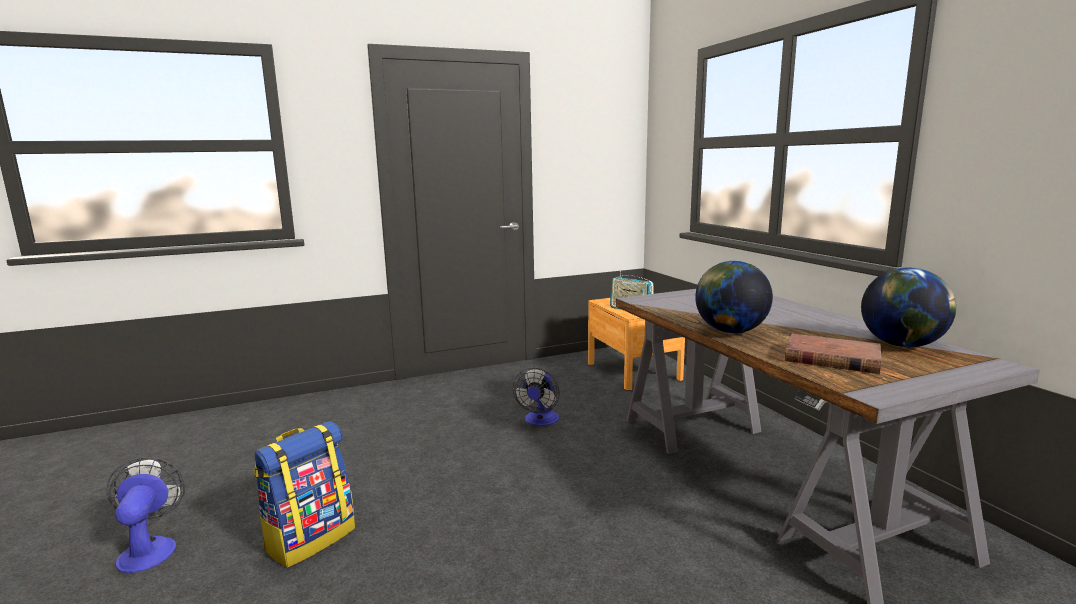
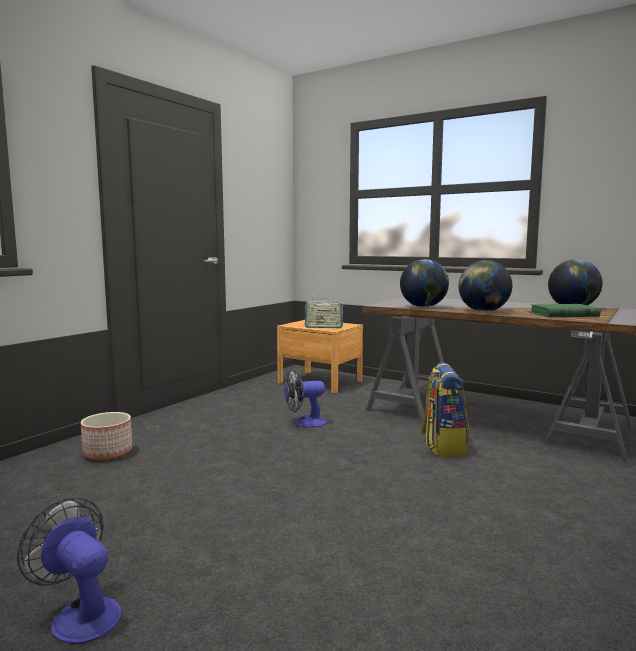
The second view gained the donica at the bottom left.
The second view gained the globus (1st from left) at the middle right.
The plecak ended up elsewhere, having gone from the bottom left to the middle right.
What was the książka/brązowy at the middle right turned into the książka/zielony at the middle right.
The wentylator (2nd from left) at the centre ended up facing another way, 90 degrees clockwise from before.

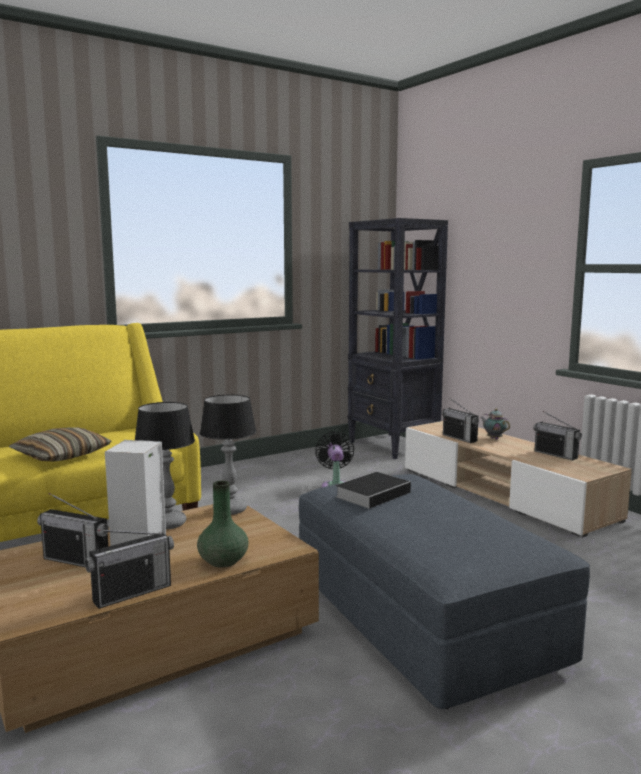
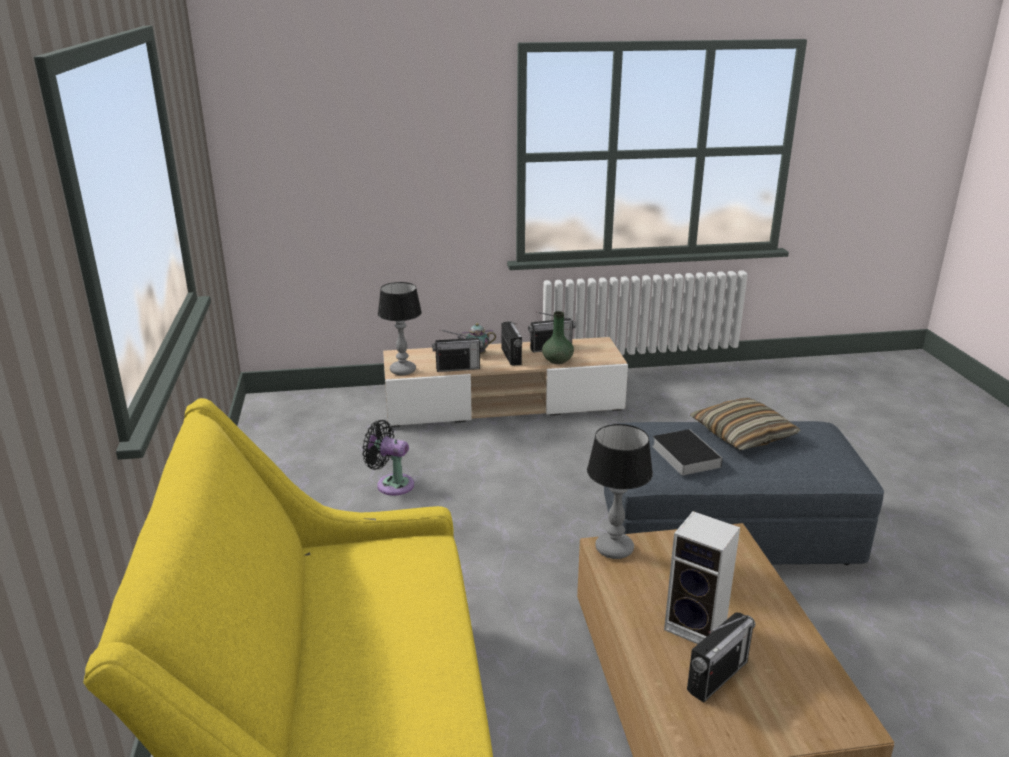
The second view lost the regał/czarny at the centre.
The poduszka ended up elsewhere, having gone from the middle left to the middle right.
The radio (2nd from left) ended up elsewhere, having gone from the bottom left to the centre.
The lampa stołowa (1st from left) ended up elsewhere, having gone from the middle left to the centre.
The wazon/zielony ended up elsewhere, having gone from the bottom centre to the centre.

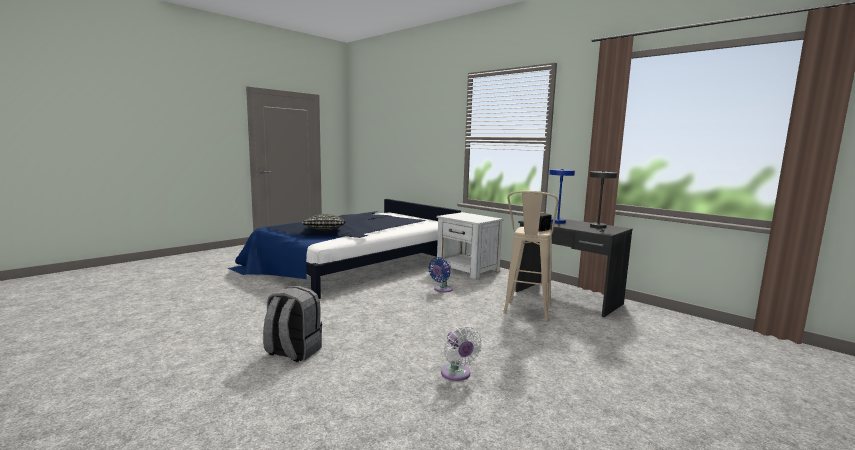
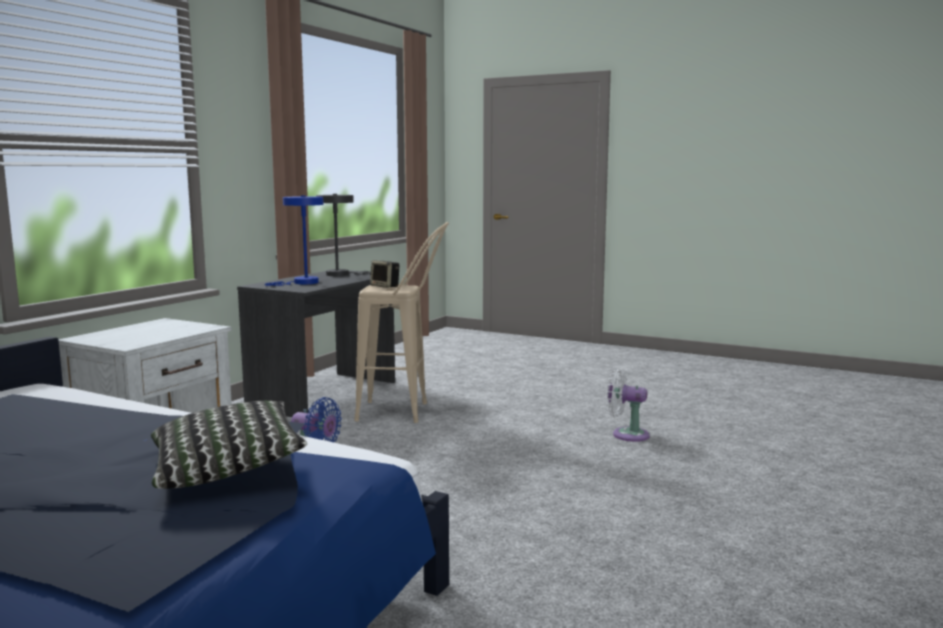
The second view lost the plecak/szary at the bottom centre.
The wentylator/biały at the bottom centre ended up facing another way, 120 degrees counterclockwise from before.

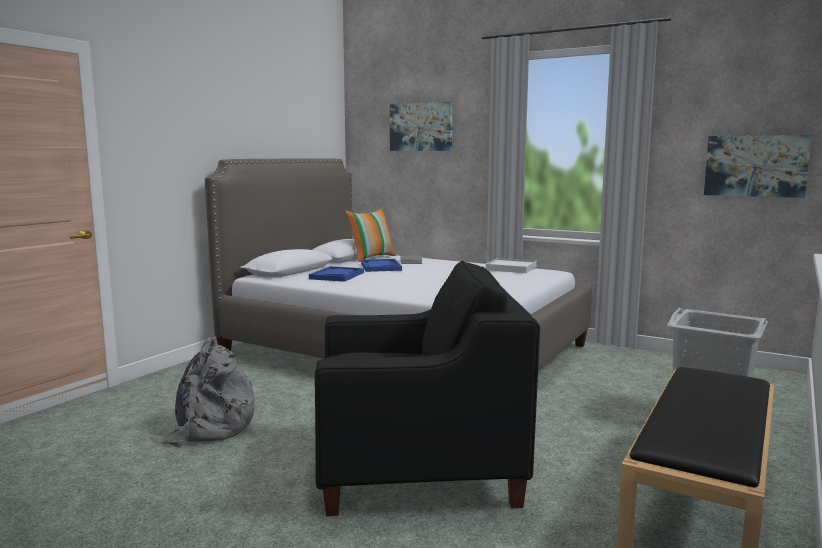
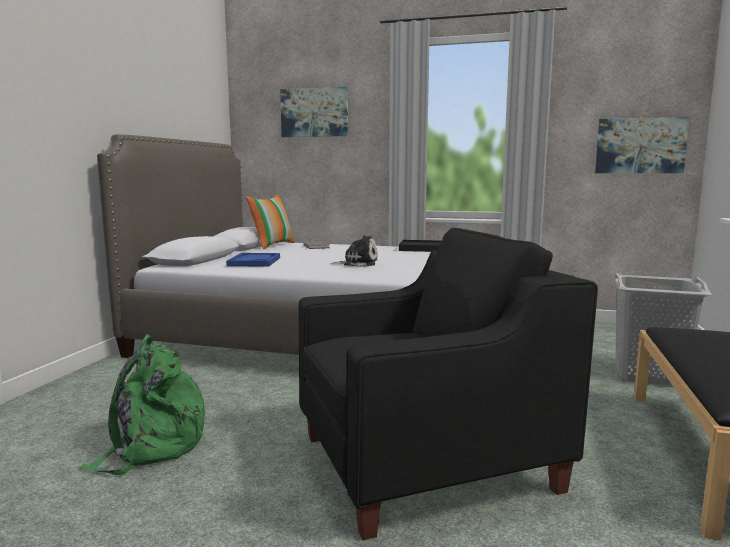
The second view lost the taca/niebieski (2nd from left) at the centre.
The second view gained the pluszak at the centre.
What was the plecak/szary at the bottom left turned into the plecak/zielony at the bottom left.
What was the taca/biały at the centre turned into the taca/czarny at the centre.

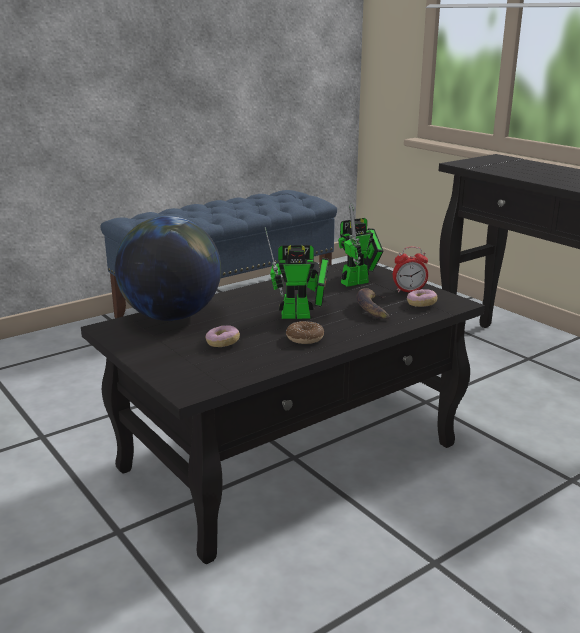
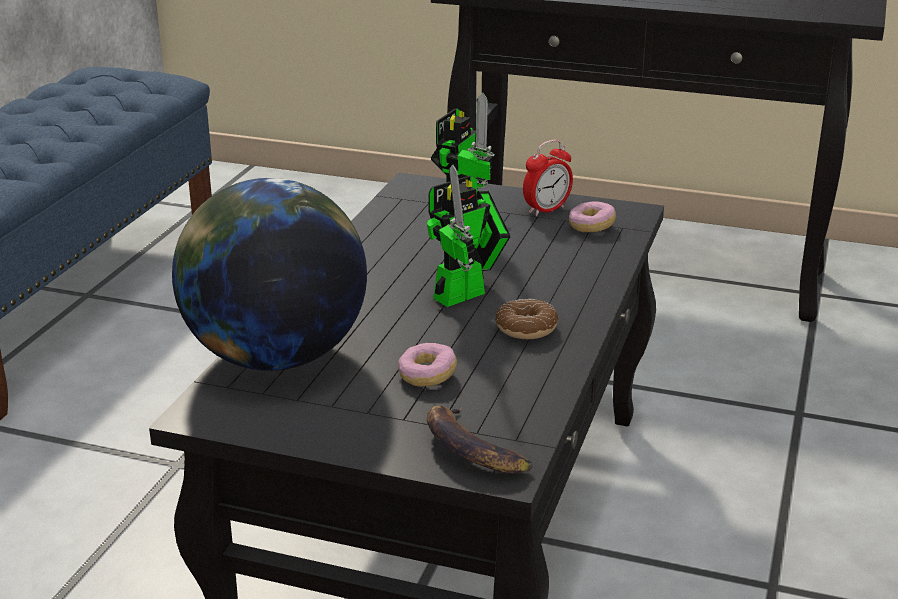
The banan ended up elsewhere, having gone from the centre to the bottom centre.

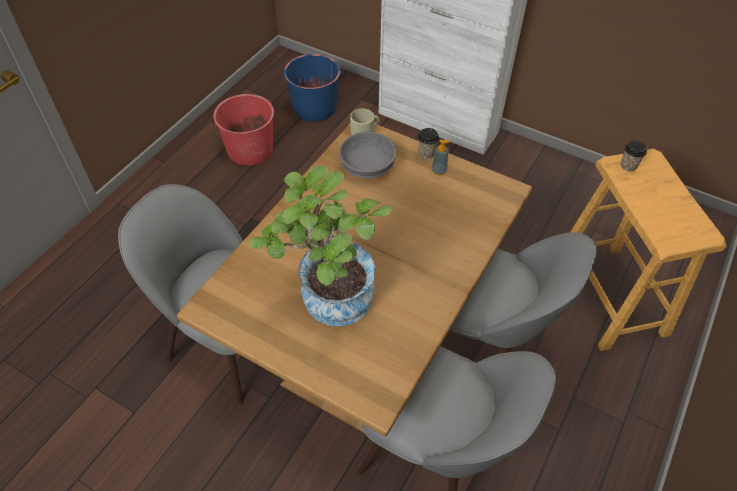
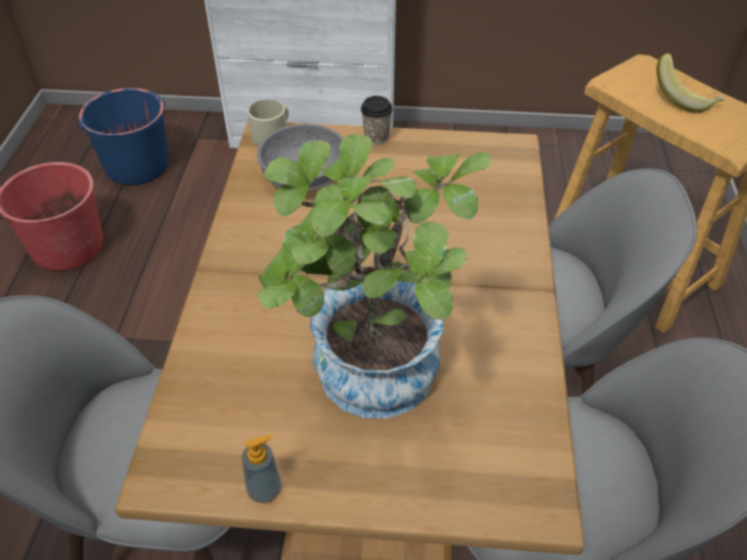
The second view lost the filiżanka (2nd from left) at the top right.
The second view gained the banan at the top right.
The dozownik mydła ended up elsewhere, having gone from the top centre to the bottom centre.

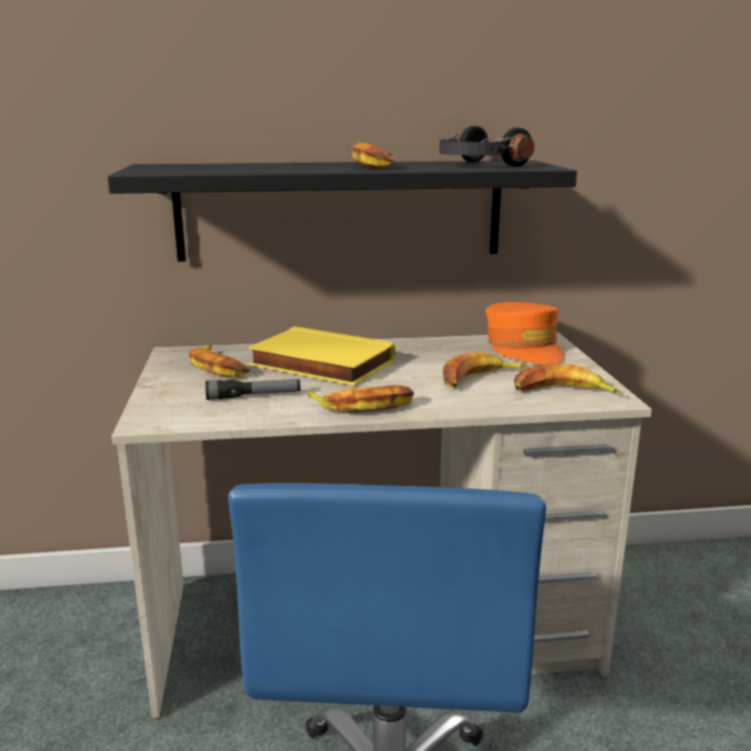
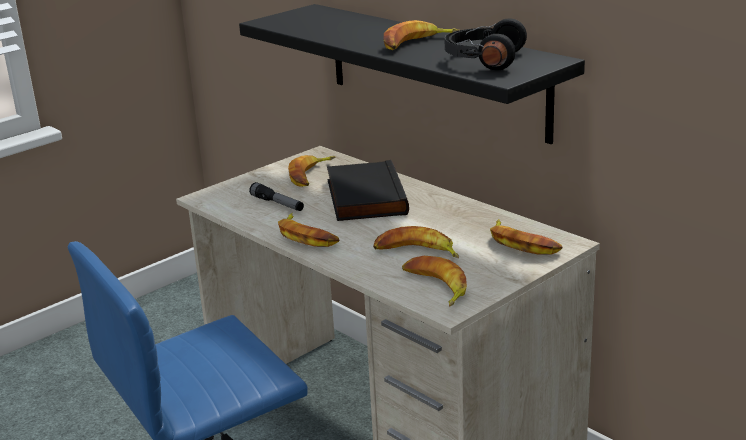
Where the czapka z daszkiem/pomarańczowy stood at the middle right, the banan (6th from left) came to stand at the middle right.
What was the książka/żółty at the centre turned into the książka/czarny at the centre.

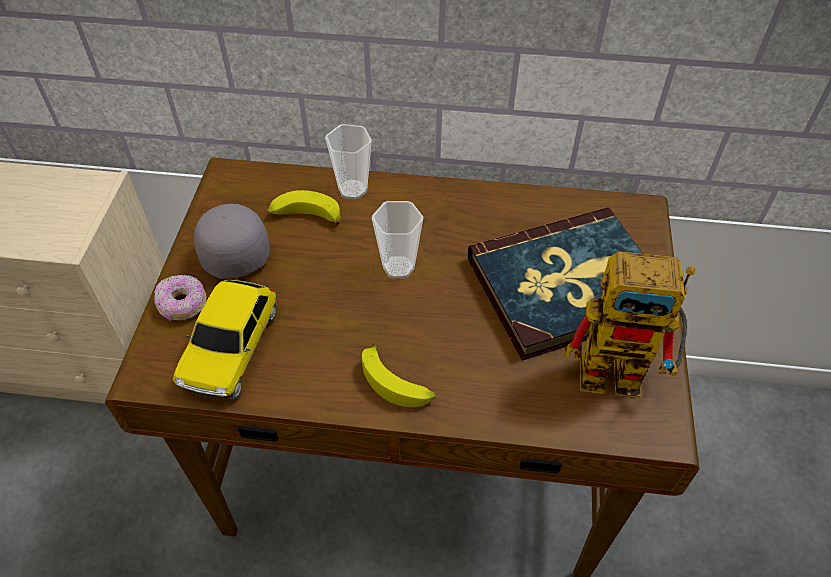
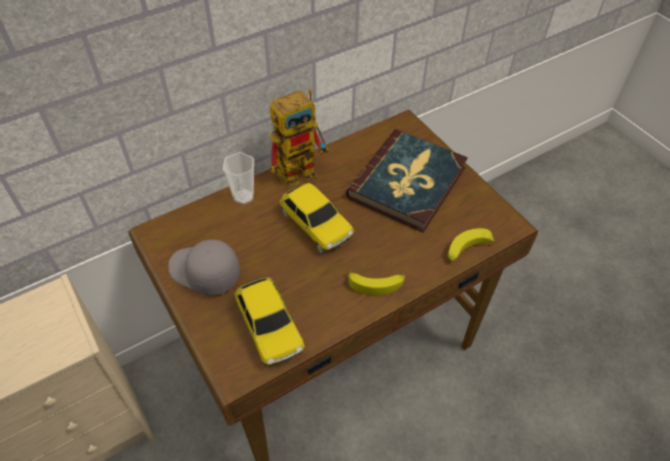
The second view lost the donut at the middle left.
The banan (1st from left in the first image) ended up elsewhere, having gone from the centre to the middle right.
The robot zabawkowy ended up elsewhere, having gone from the middle right to the top centre.
Where the filiżanka (2nd from left) stood at the centre, the samochodzik (2nd from left) came to stand at the centre.

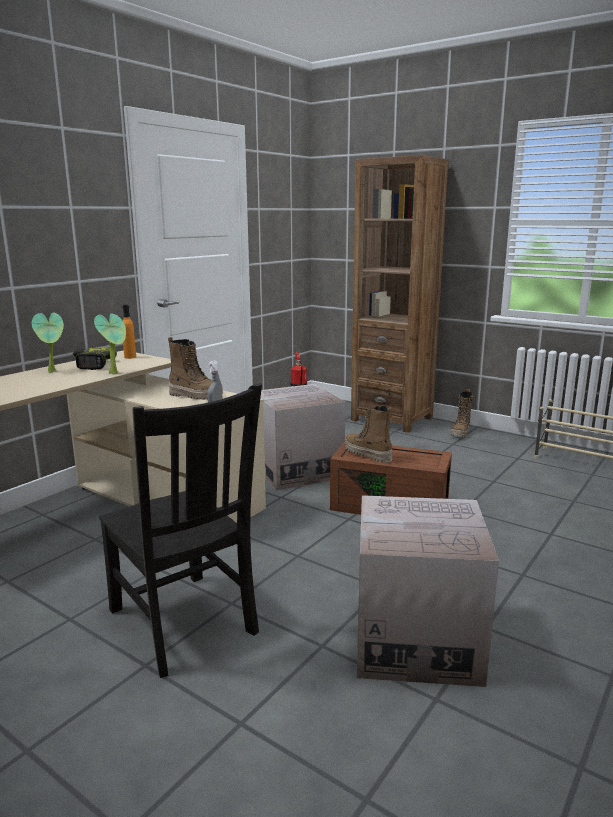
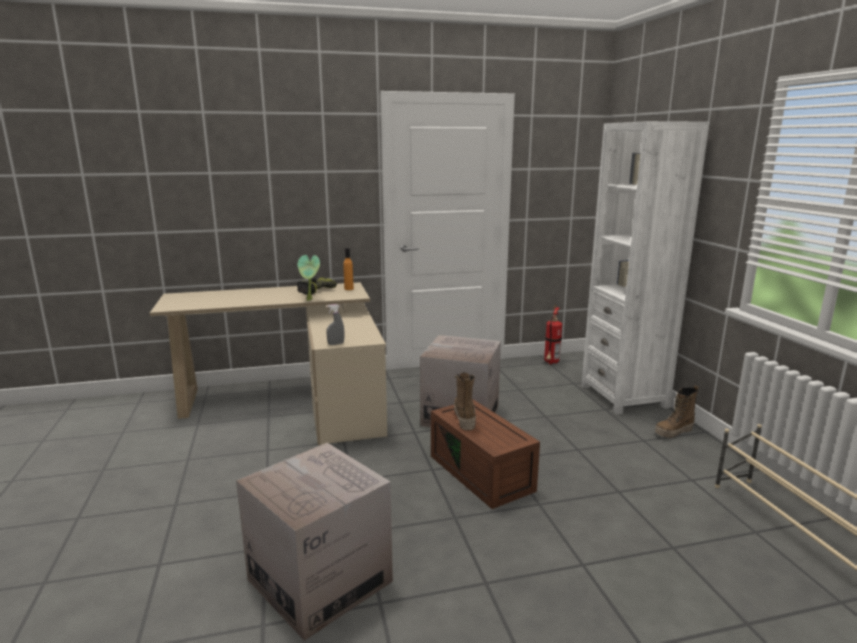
The second view lost the roślina doniczkowa (1st from left) at the middle left.
The second view lost the krzesło/czarny at the middle left.
The second view lost the but z cholewką (1st from left) at the middle left.
What was the regał/brązowy at the centre turned into the regał/biały at the middle right.

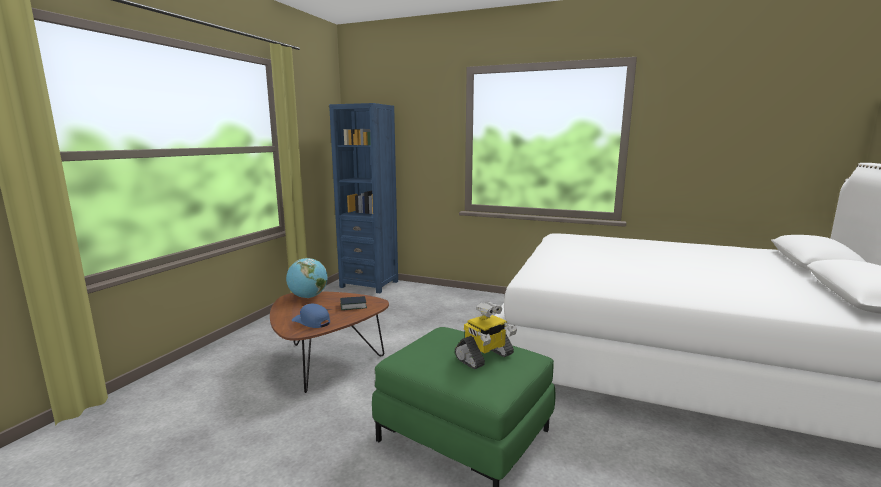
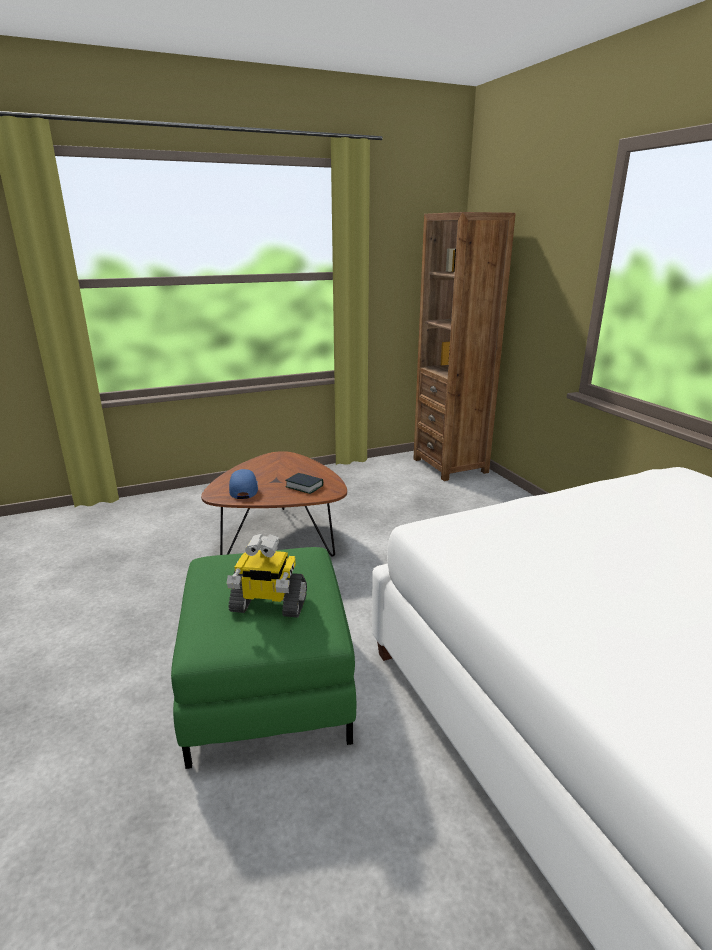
The second view lost the globus at the centre.
What was the regał/niebieski at the centre turned into the regał/brązowy at the centre.

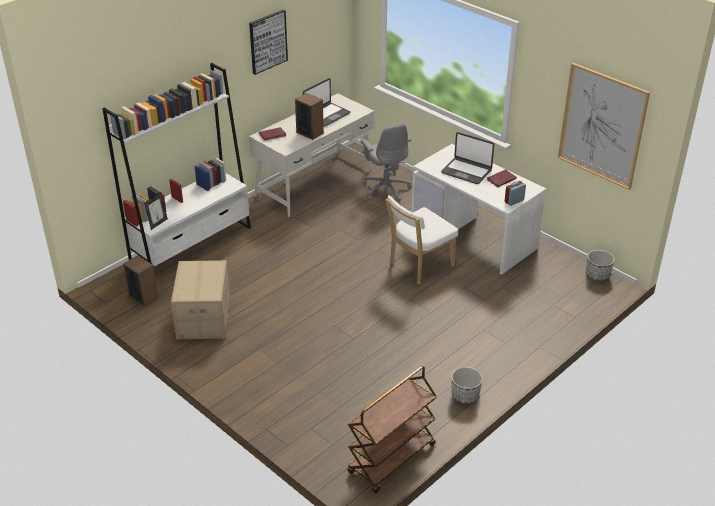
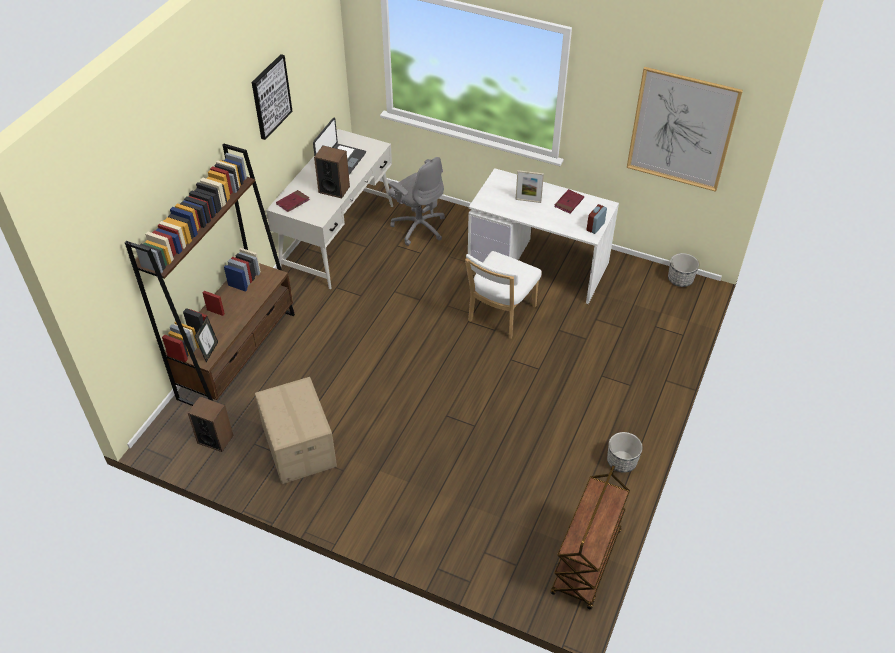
Where the laptop (2nd from left) stood at the top centre, the ramka na zdjęcie (2nd from left) came to stand at the top centre.
What was the regał/biały at the top left turned into the regał/brązowy at the middle left.

